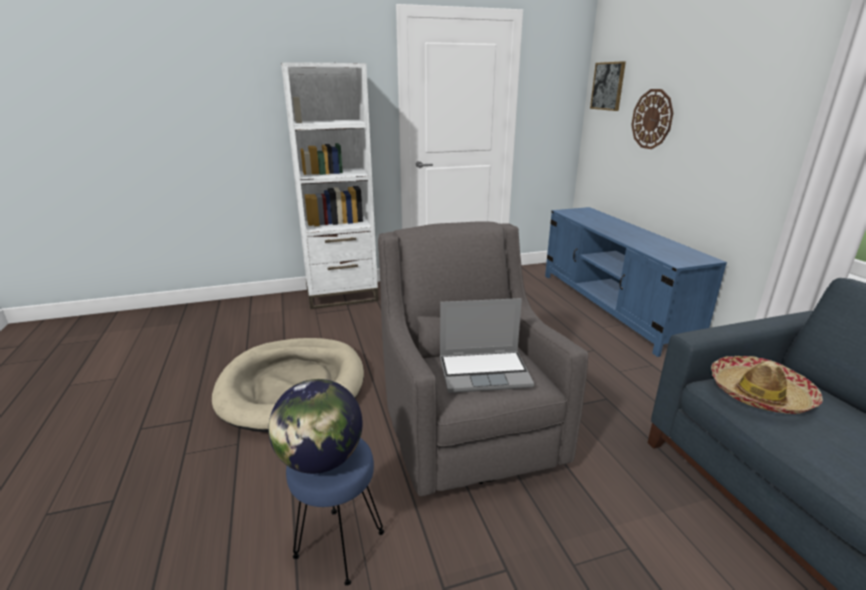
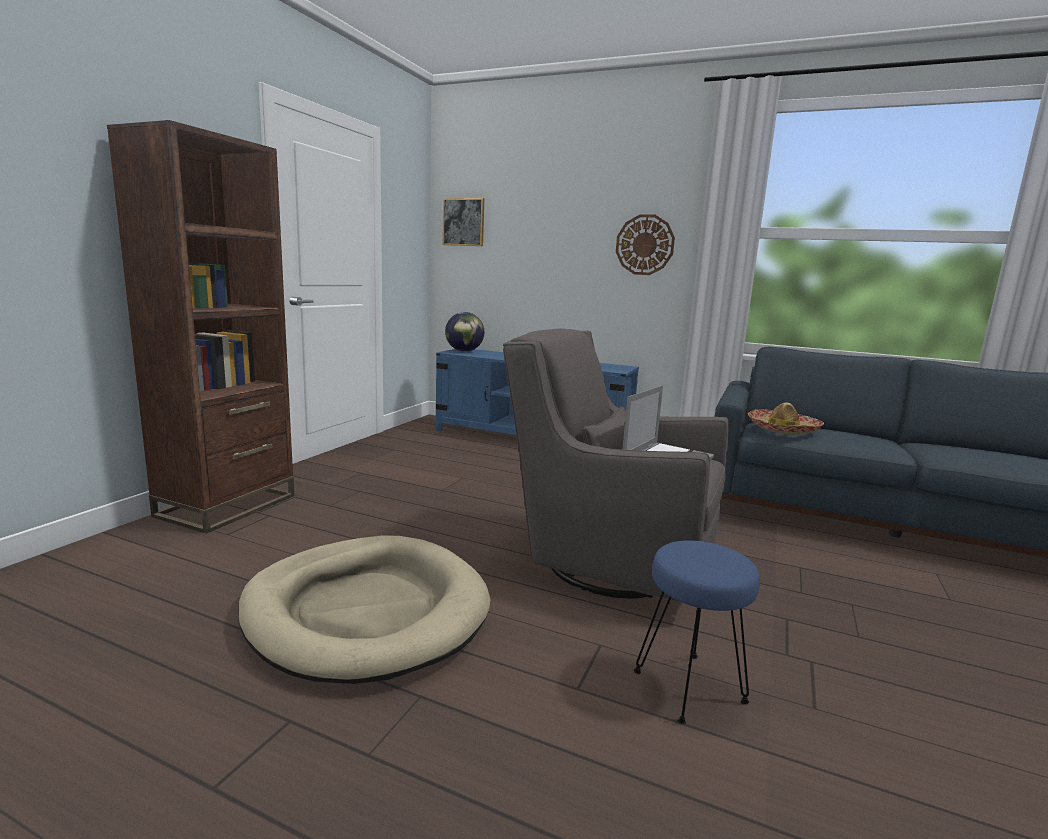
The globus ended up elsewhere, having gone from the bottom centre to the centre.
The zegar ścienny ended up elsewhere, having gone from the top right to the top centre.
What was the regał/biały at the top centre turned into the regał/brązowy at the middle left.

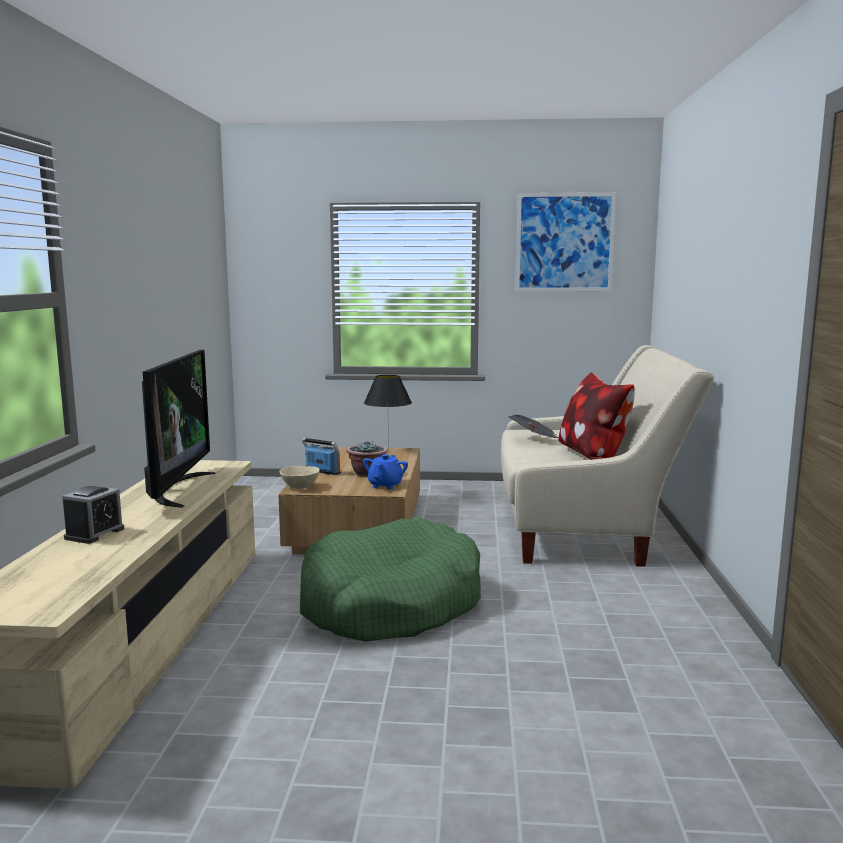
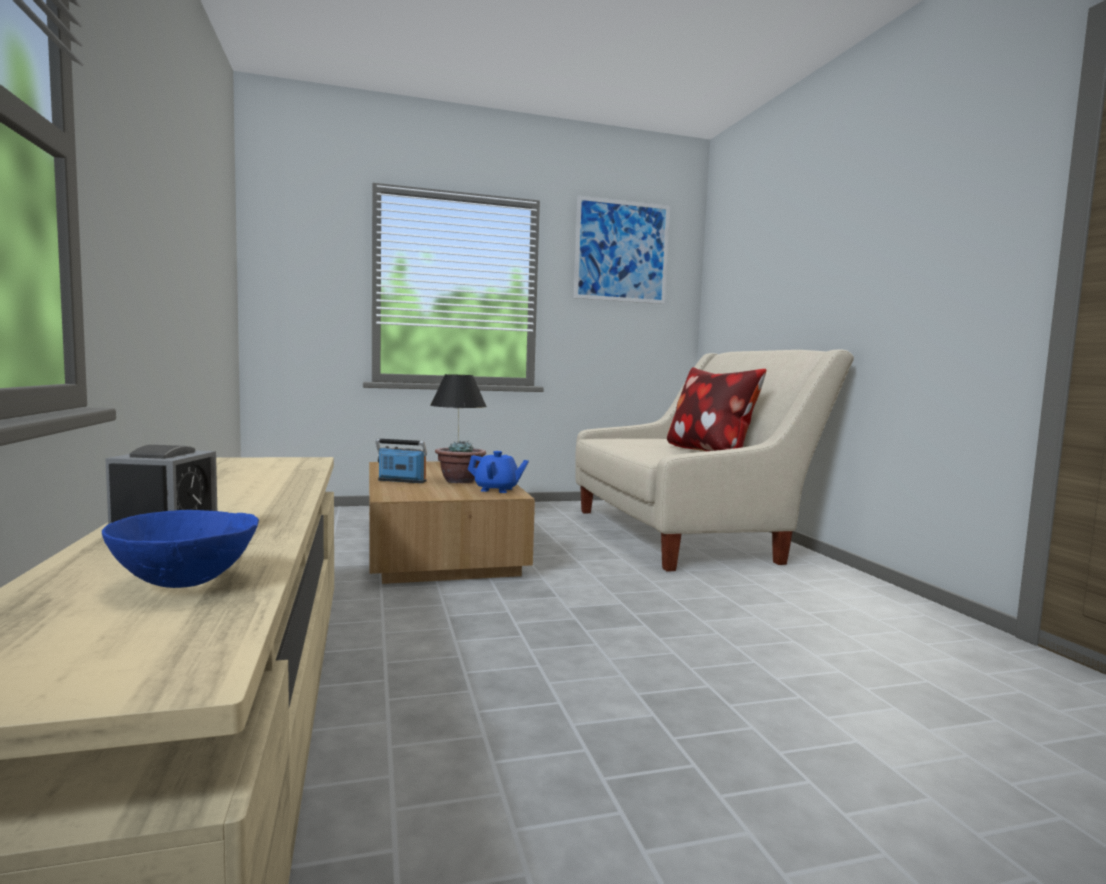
The second view lost the telewizor at the middle left.
The second view lost the miska/beżowy at the centre.
The second view lost the legowisko/zielony at the bottom centre.
The second view lost the gazeta at the centre.
The second view gained the miska/niebieski at the middle left.
The imbryk/niebieski at the centre ended up facing another way, 105 degrees clockwise from before.

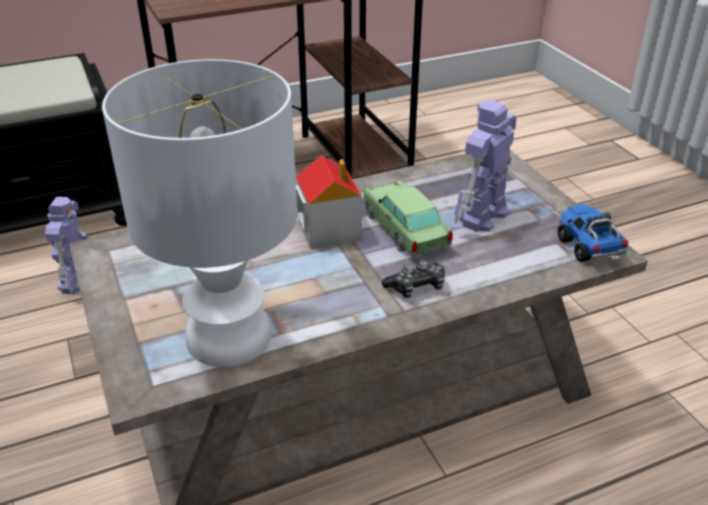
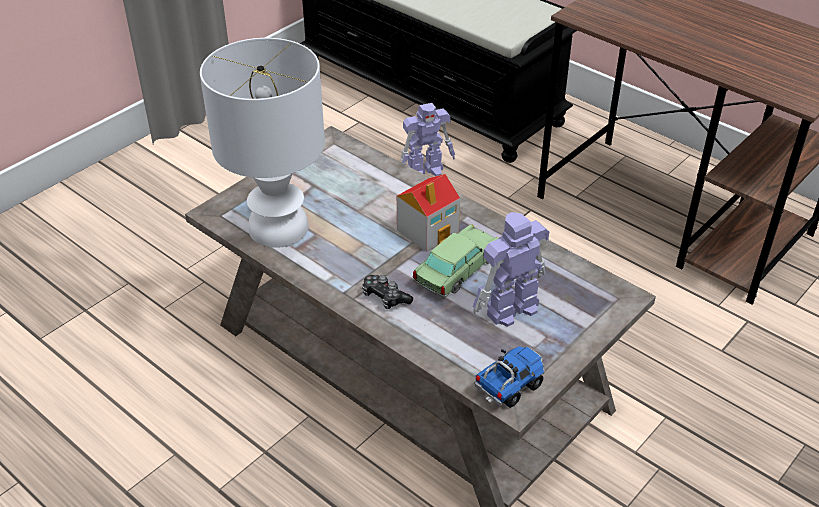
The robot zabawkowy (2nd from left) at the top right ended up facing another way, 45 degrees counterclockwise from before.

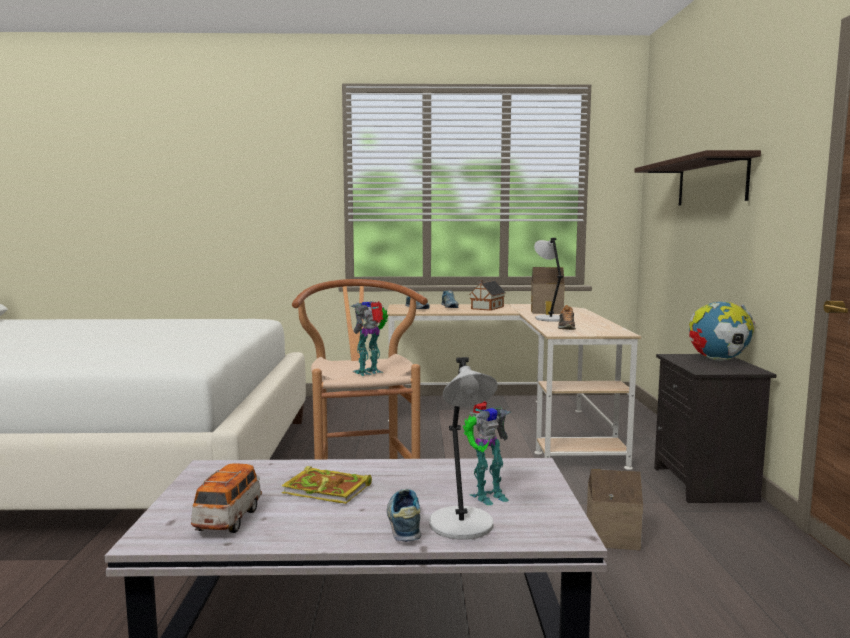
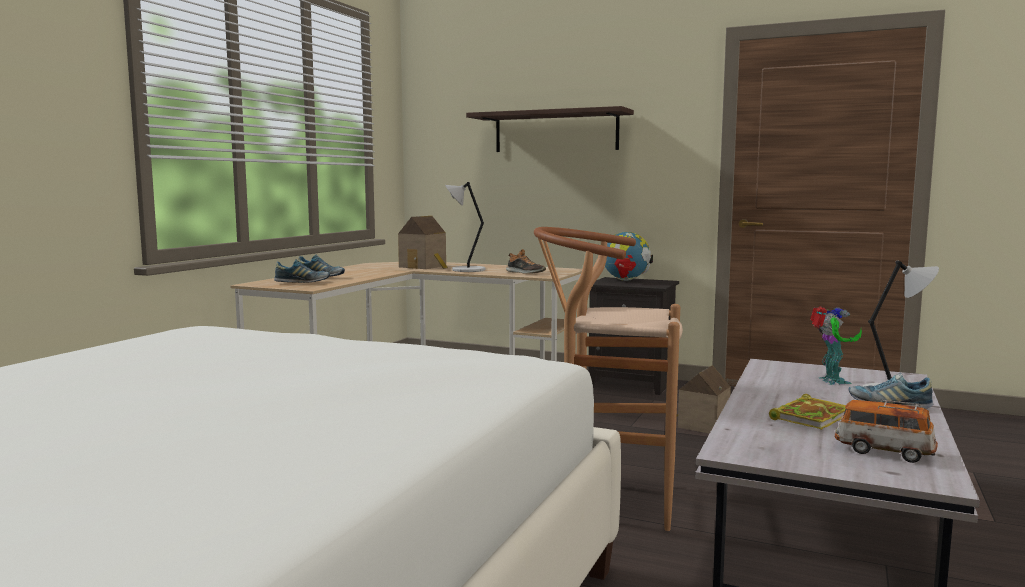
The second view lost the robot zabawkowy (1st from left) at the centre.
The second view lost the domek (1st from left) at the centre.

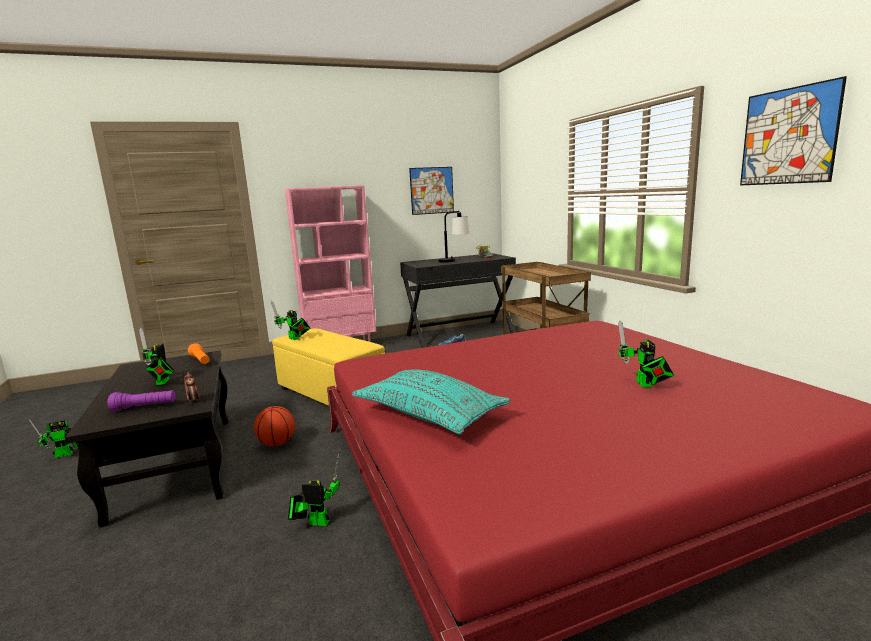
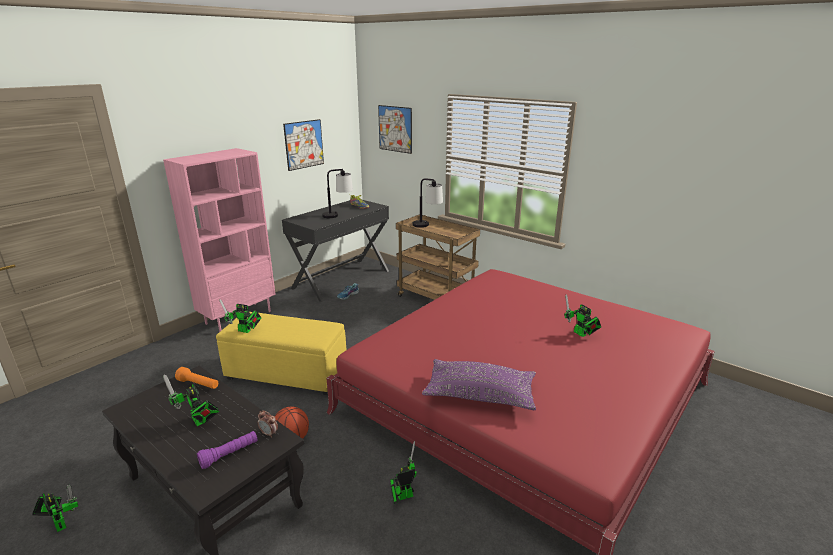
The second view gained the lampa stołowa (2nd from left) at the centre.
The obraz (2nd from left) ended up elsewhere, having gone from the top right to the top centre.
What was the poduszka/turkusowy at the centre turned into the poduszka/fioletowy at the bottom centre.
The robot zabawkowy (1st from left) at the bottom left ended up facing another way, 75 degrees counterclockwise from before.

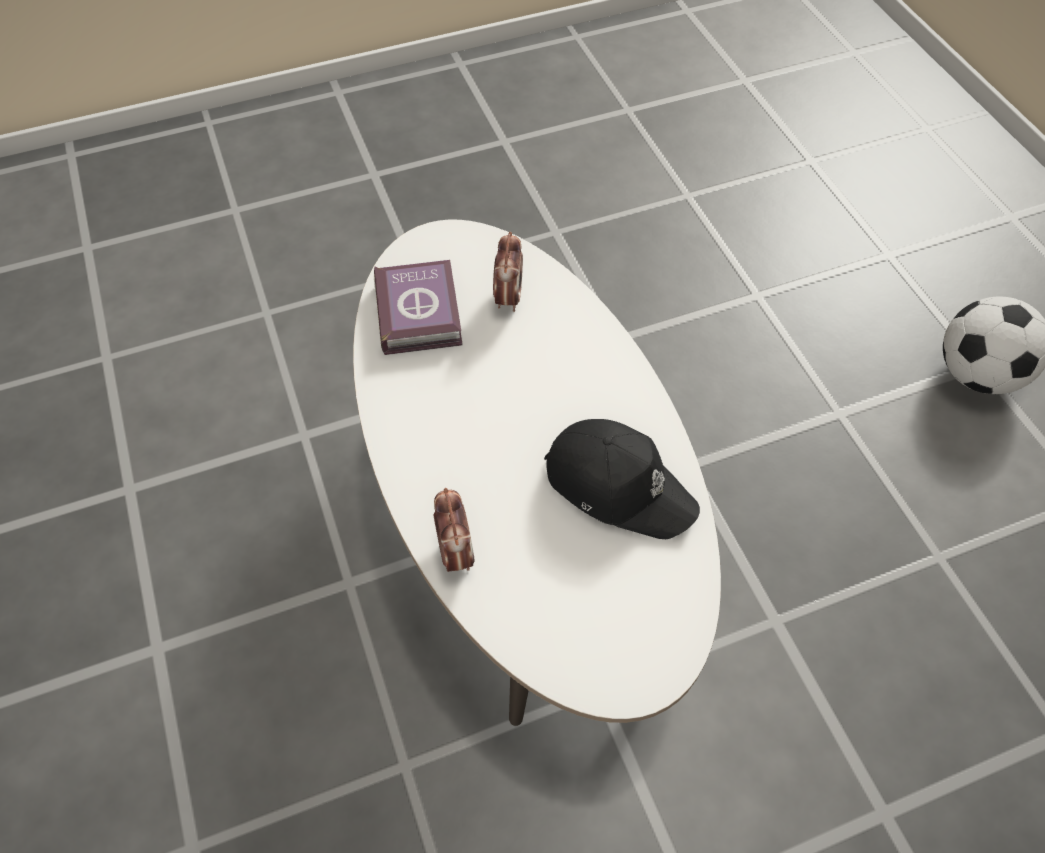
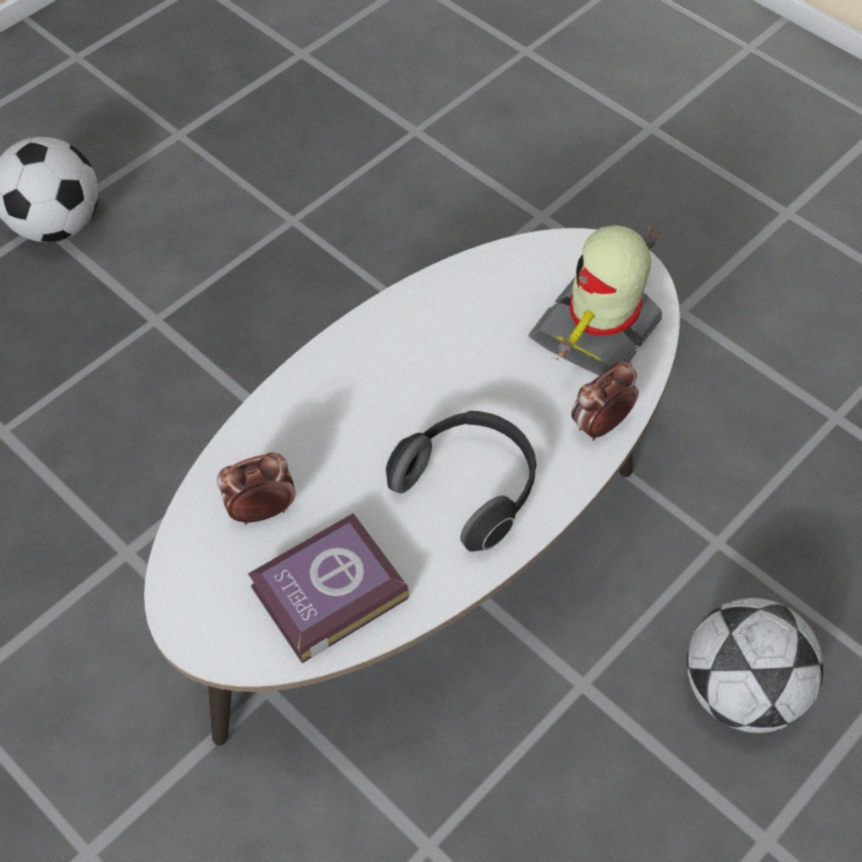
The second view lost the czapka z daszkiem/czarny at the centre.
The second view gained the słuchawki at the centre.
The second view gained the robot zabawkowy at the middle right.
The second view gained the piłka futbolowa (2nd from left) at the bottom right.

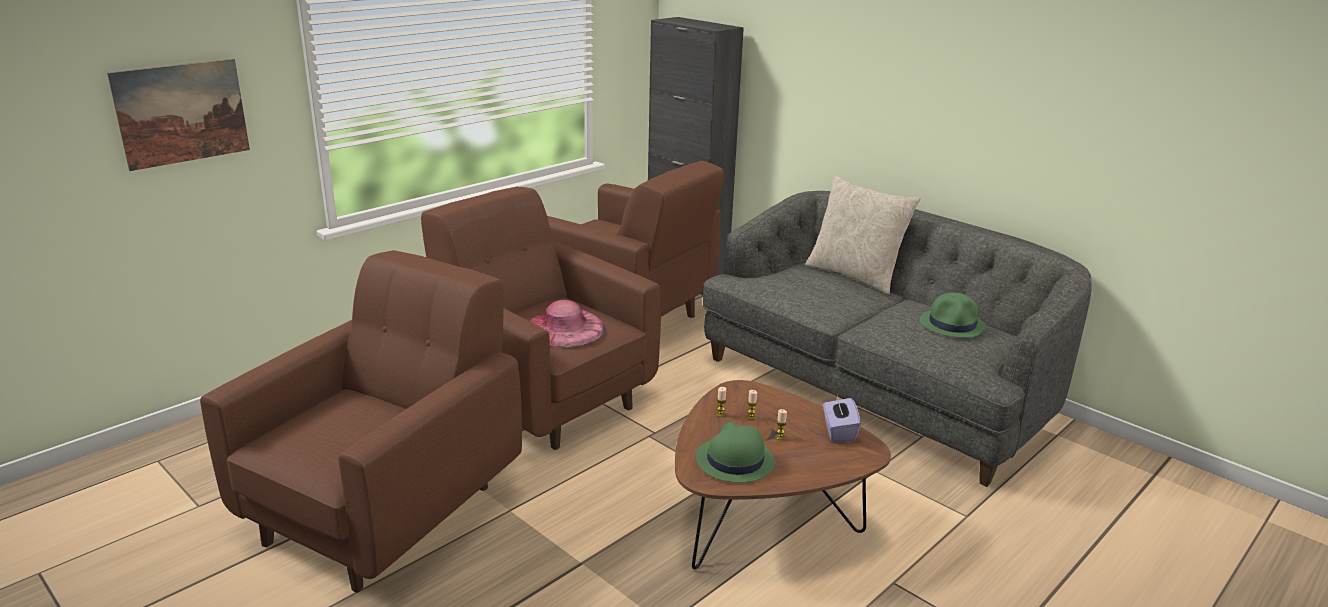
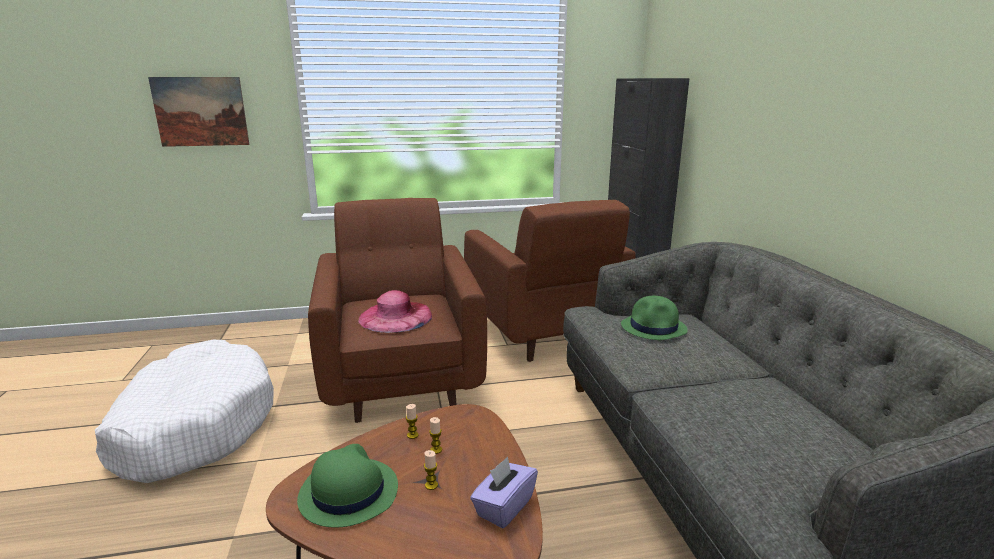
The second view lost the poduszka/beżowy at the centre.
The kapelusz/zielony (2nd from left) ended up elsewhere, having gone from the middle right to the centre.
Where the fotel/brązowy (1st from left) stood at the bottom left, the legowisko/biały came to stand at the bottom left.

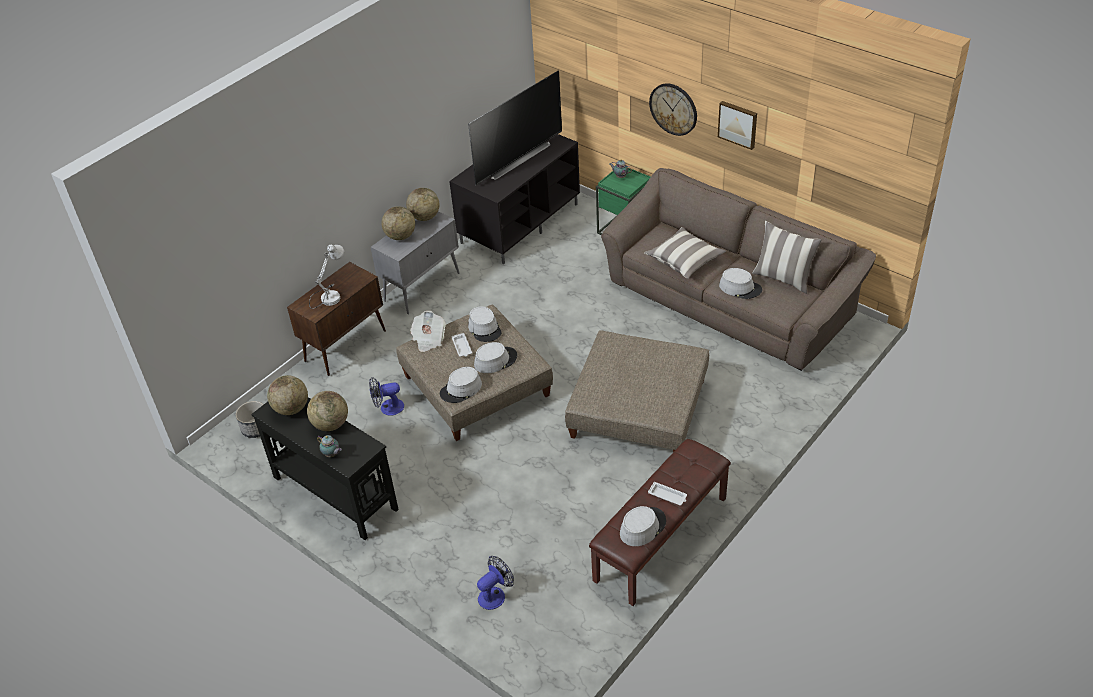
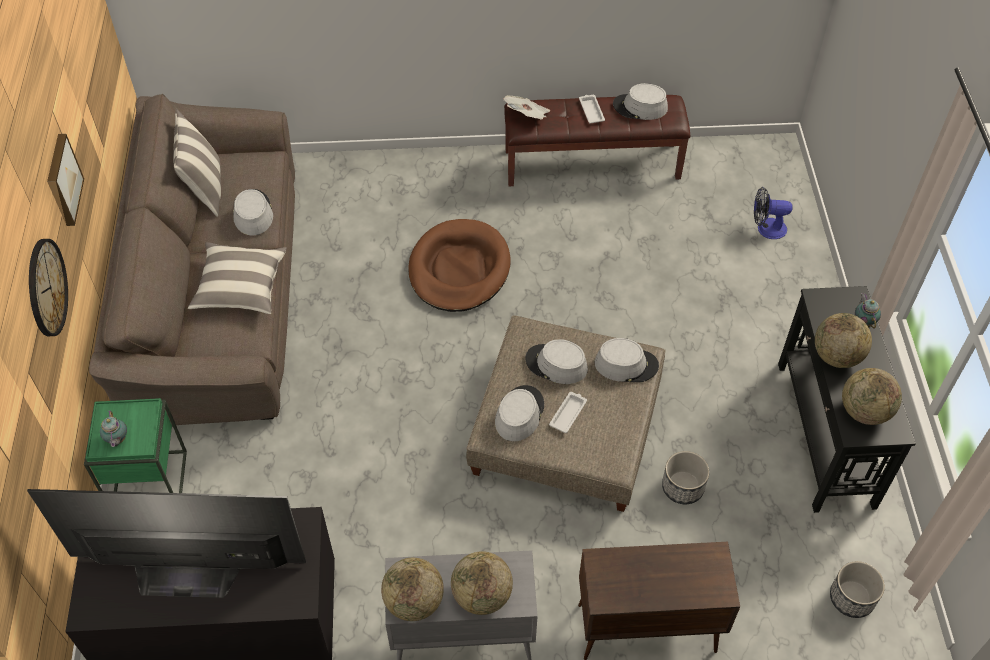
The second view lost the lampa stołowa/biały at the middle left.
The gazeta ended up elsewhere, having gone from the centre to the top centre.
Where the wentylator (1st from left) stood at the centre, the donica (1st from left) came to stand at the bottom right.
Where the pufa/beżowy (2nd from left) stood at the centre, the legowisko/brązowy came to stand at the centre.

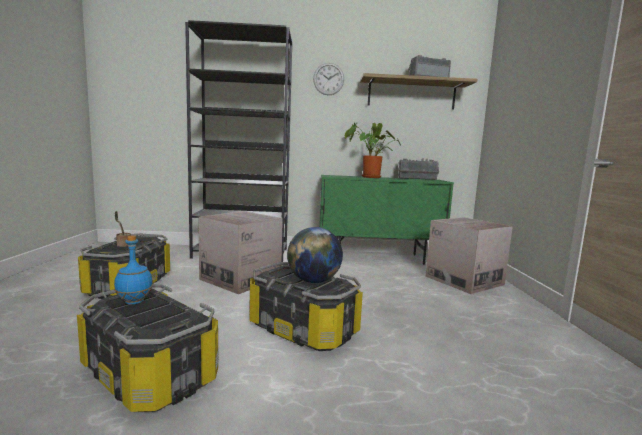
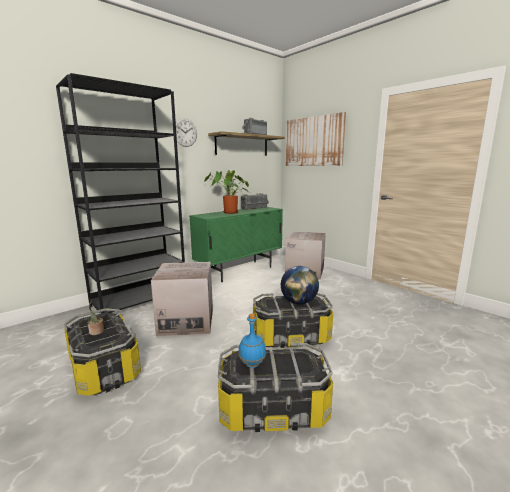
The second view gained the obraz at the top centre.

